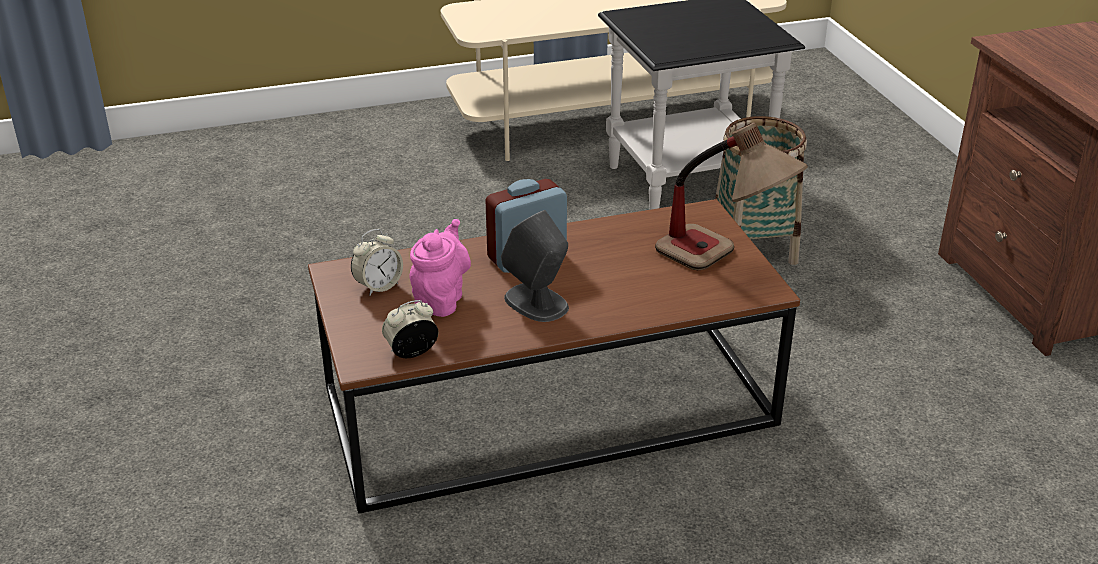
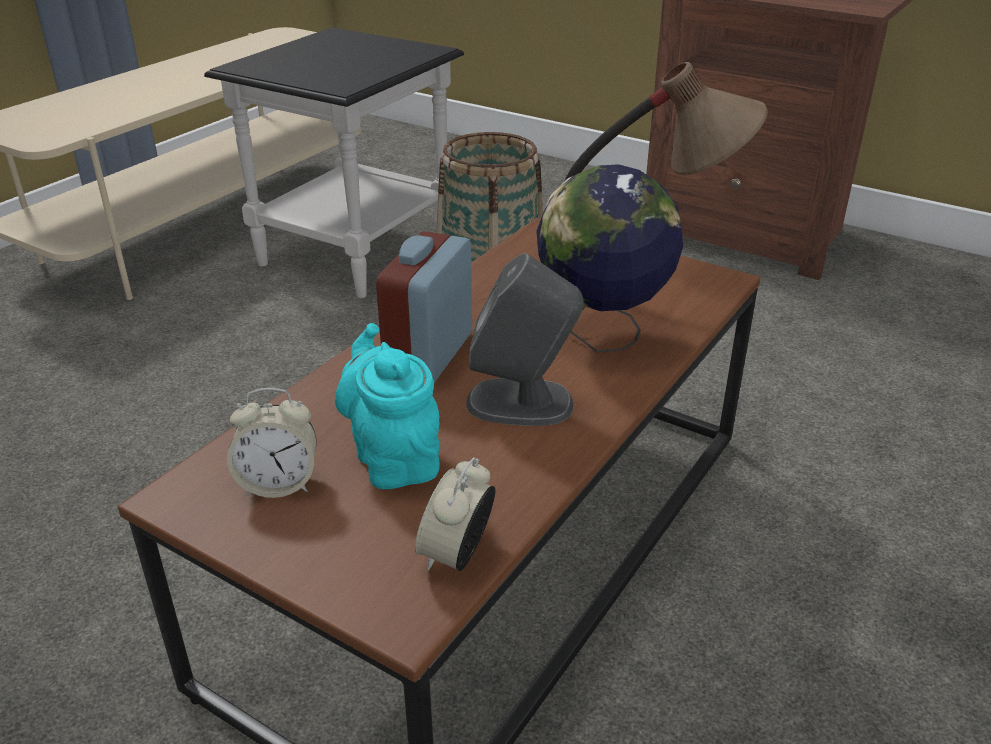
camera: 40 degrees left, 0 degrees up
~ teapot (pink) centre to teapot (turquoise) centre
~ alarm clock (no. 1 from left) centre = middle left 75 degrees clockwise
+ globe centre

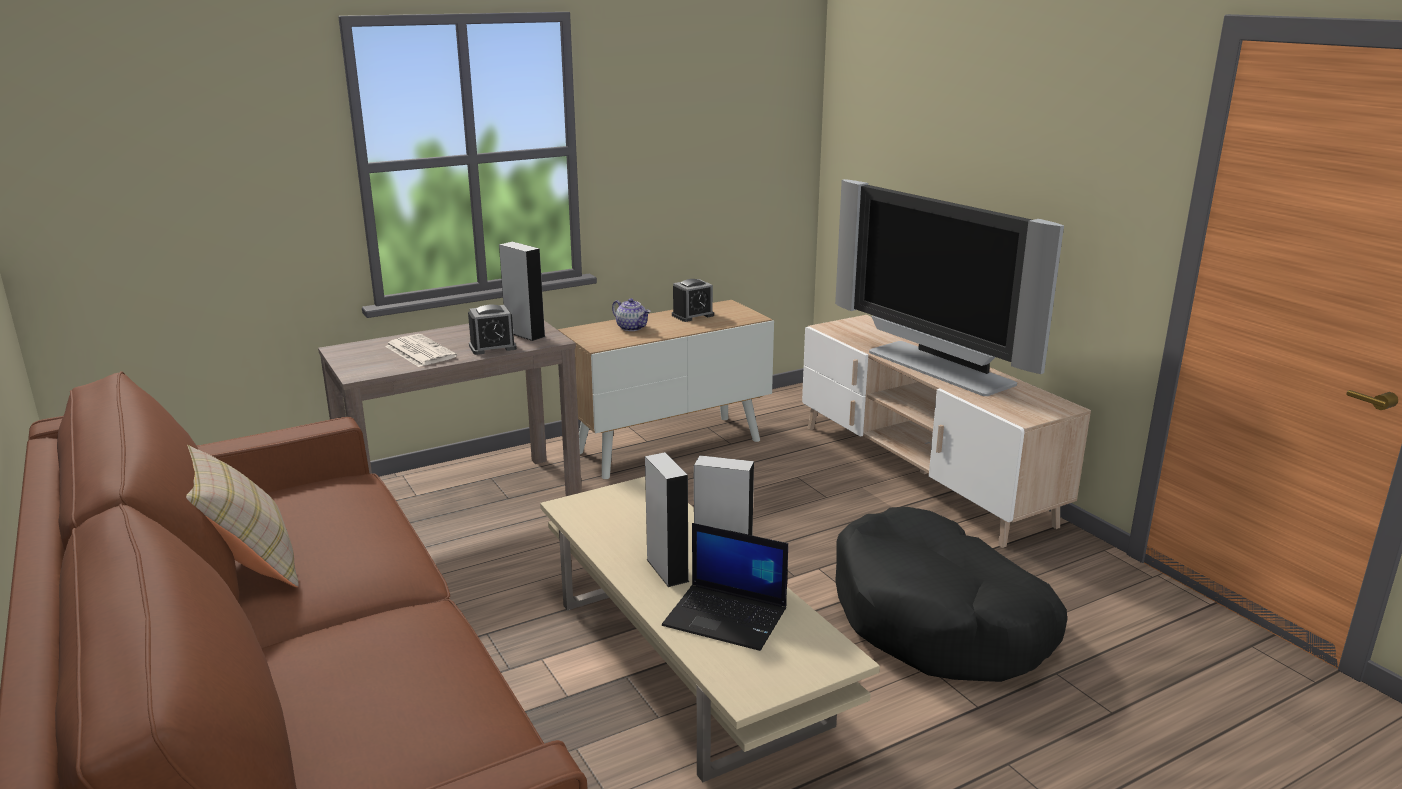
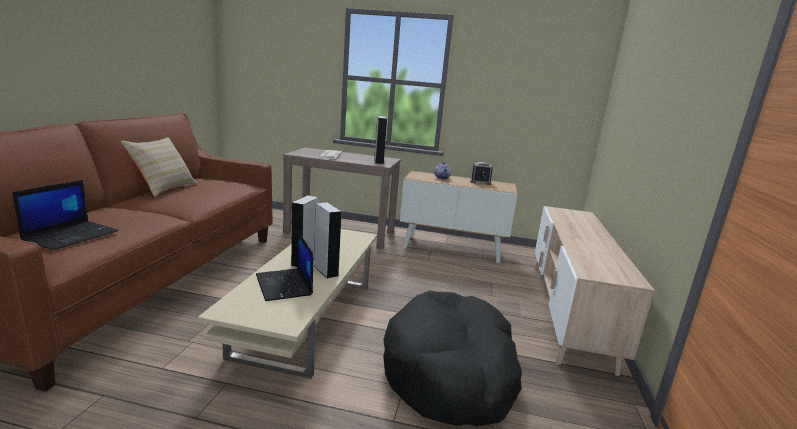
camera: 40 degrees right, 5 degrees down
- television middle right
- alarm clock (no. 1 from left) centre
+ laptop (no. 1 from left) middle left

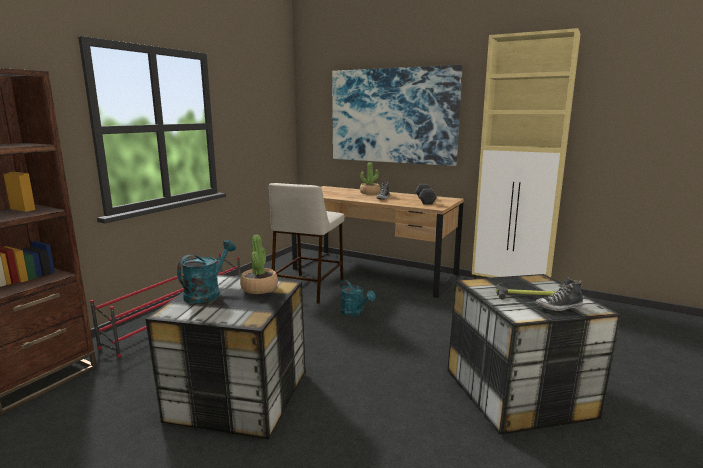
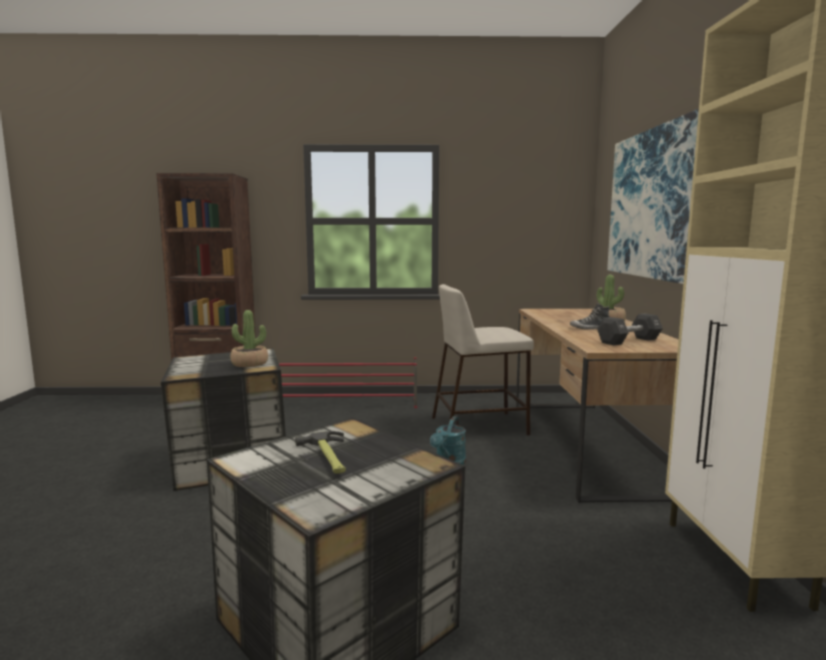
camera: 60 degrees right, 5 degrees down
- watering can (turquoise) (no. 1 from left) middle left
- shoe (no. 2 from left) middle right

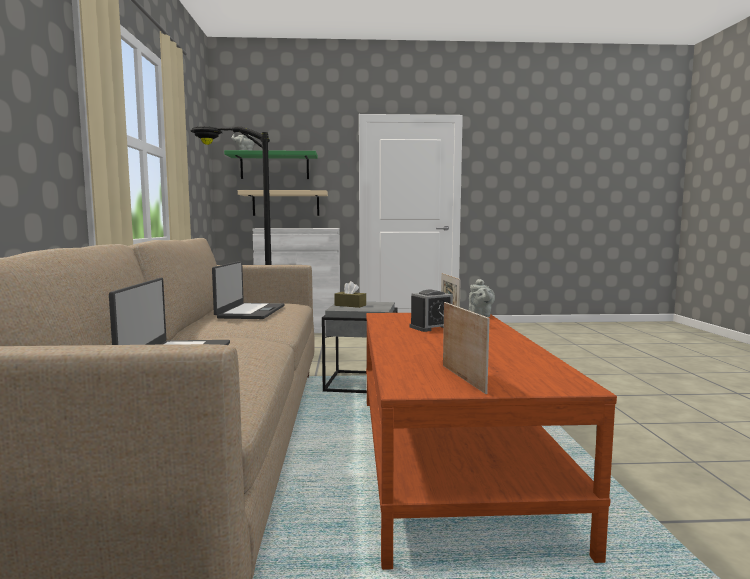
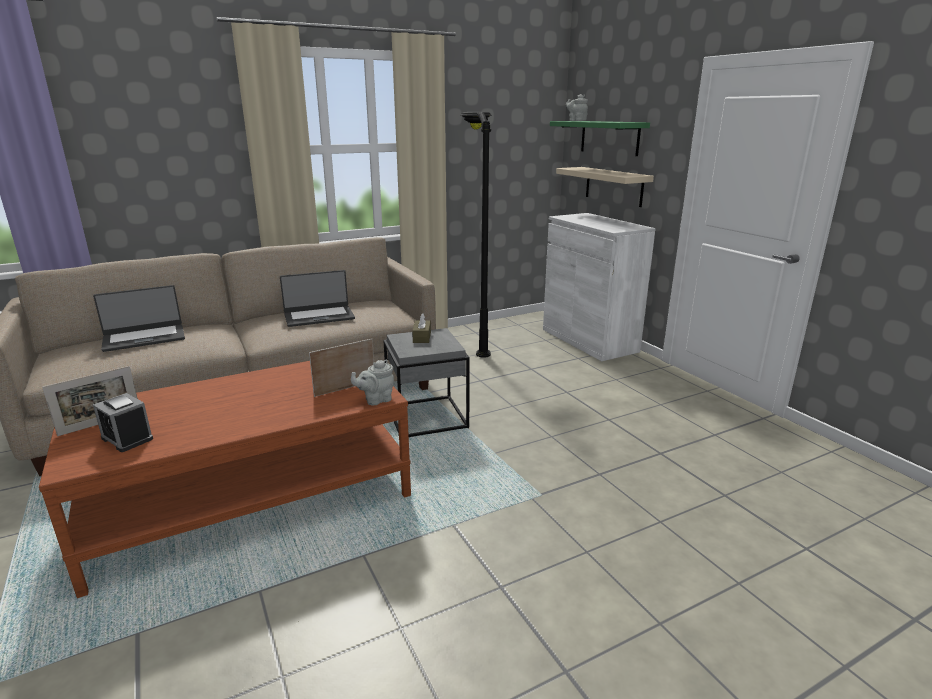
camera: 65 degrees right, 15 degrees up
~ alarm clock centre to middle left

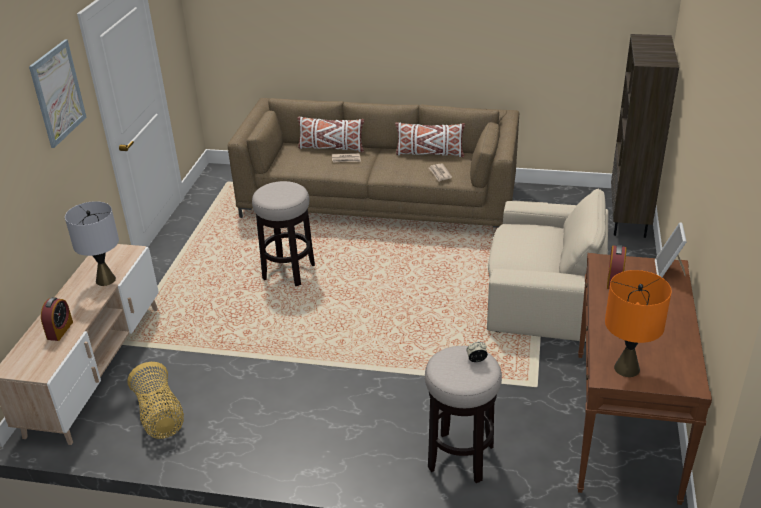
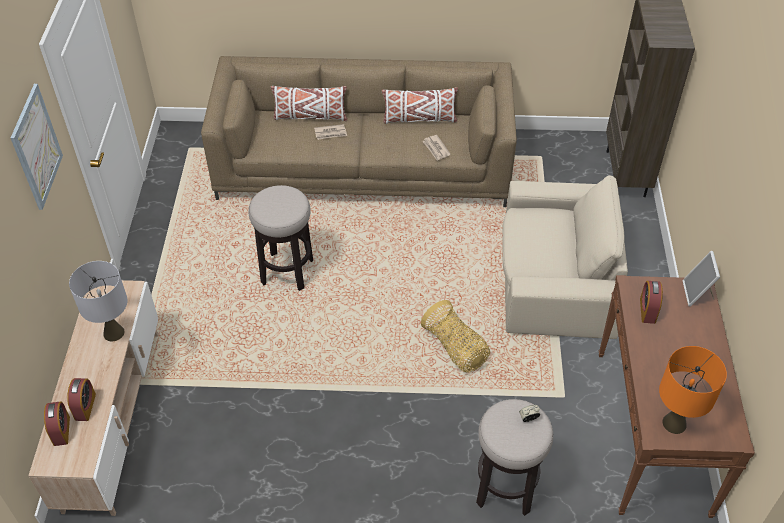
camera: 10 degrees left, 15 degrees up
~ basket bottom left to centre
+ alarm clock (no. 1 from left) bottom left

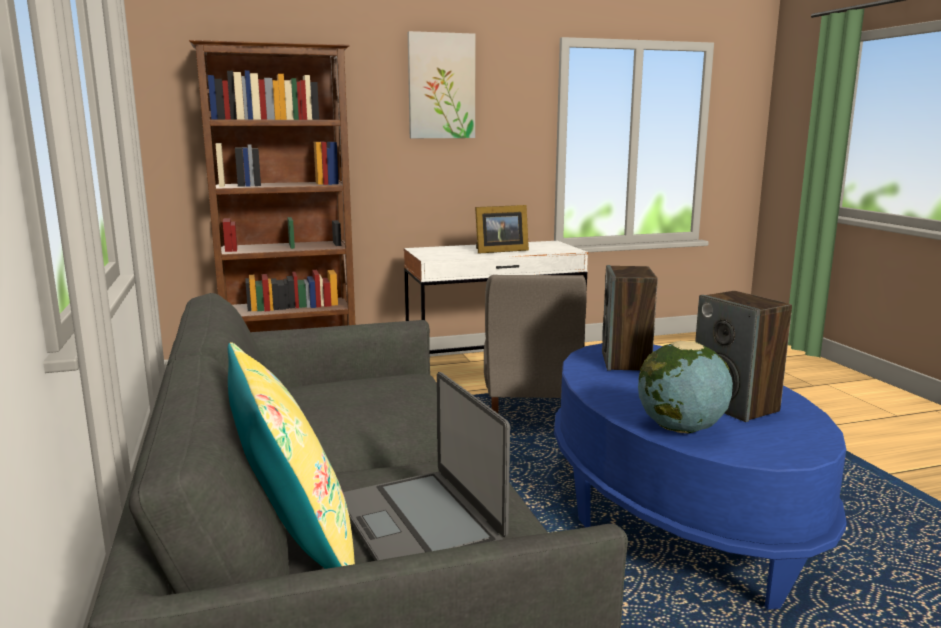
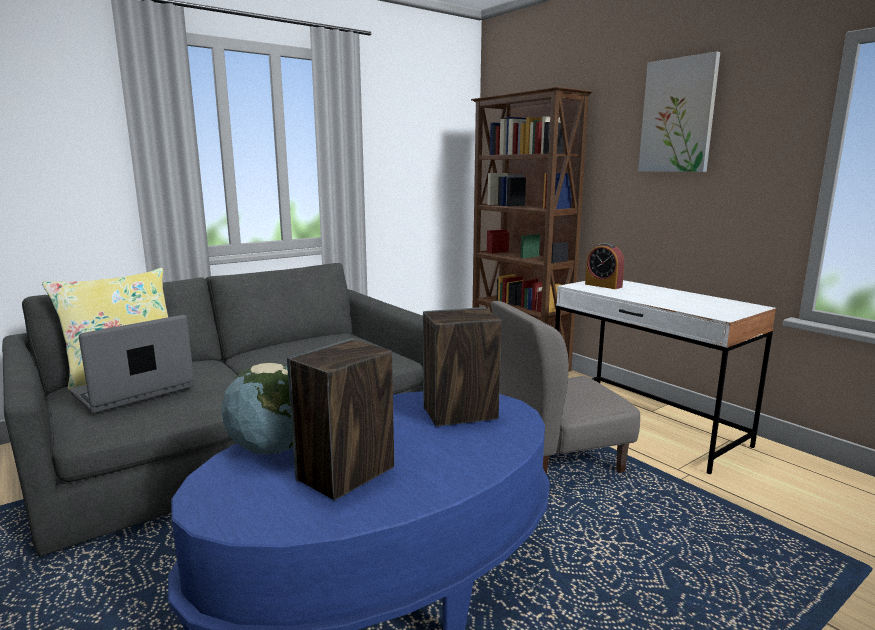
camera: 70 degrees right, 0 degrees up
- picture frame centre
+ alarm clock middle right

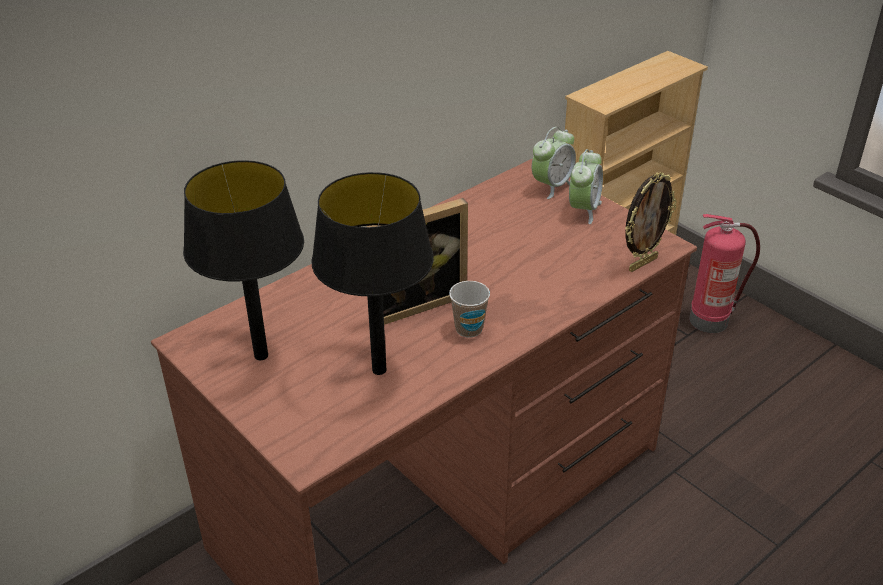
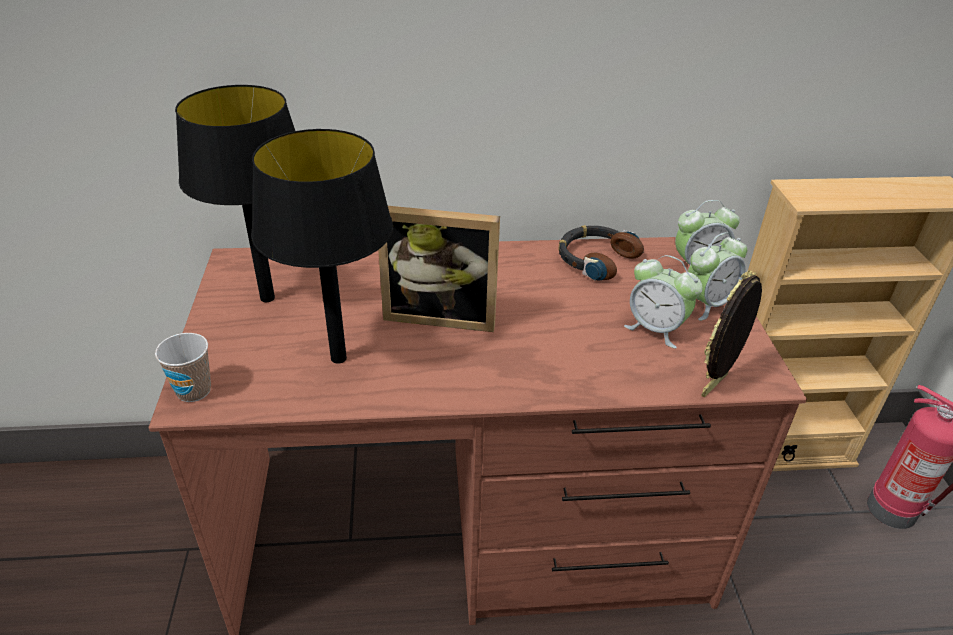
camera: 35 degrees right, 0 degrees up
~ picture frame (no. 2 from left) middle right = middle right 135 degrees clockwise
~ cup centre to middle left
+ headphones centre
+ alarm clock (no. 1 from left) middle right

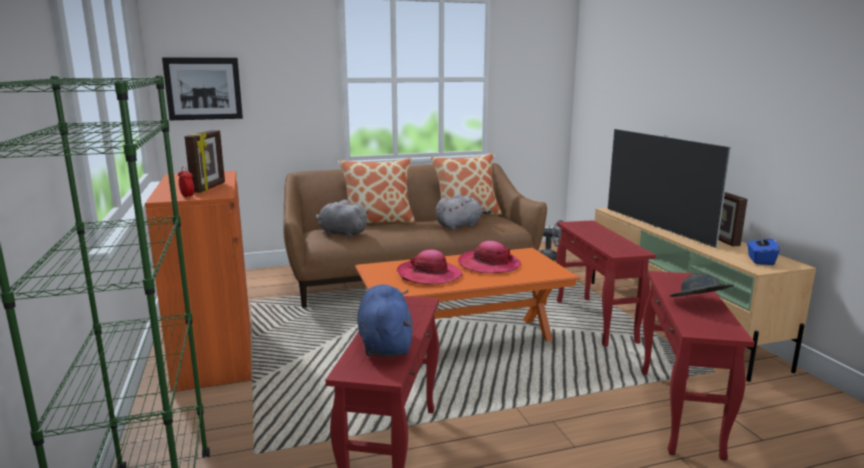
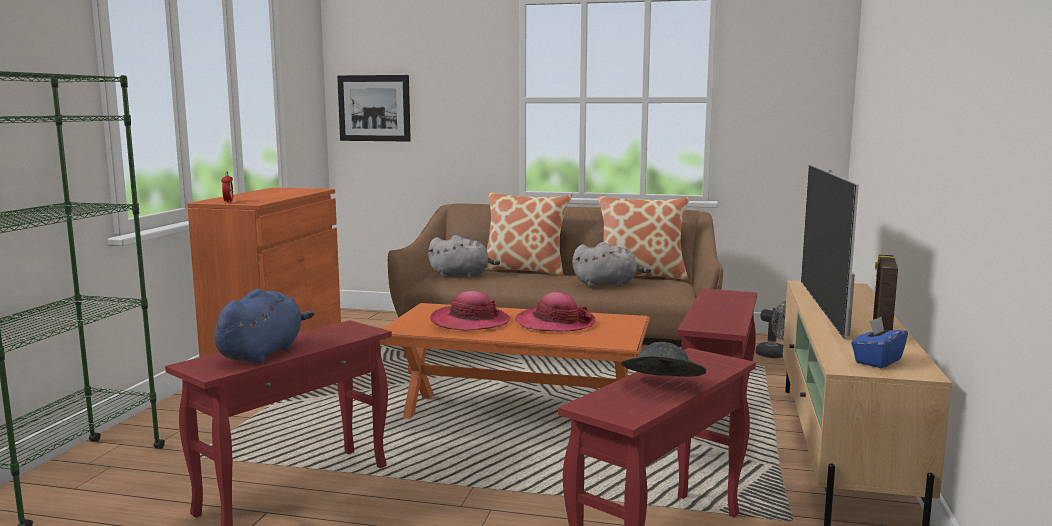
camera: 30 degrees right, 5 degrees down
- picture frame (no. 1 from left) middle left
~ plush toy (grey) (no. 1 from left) centre = centre 135 degrees clockwise

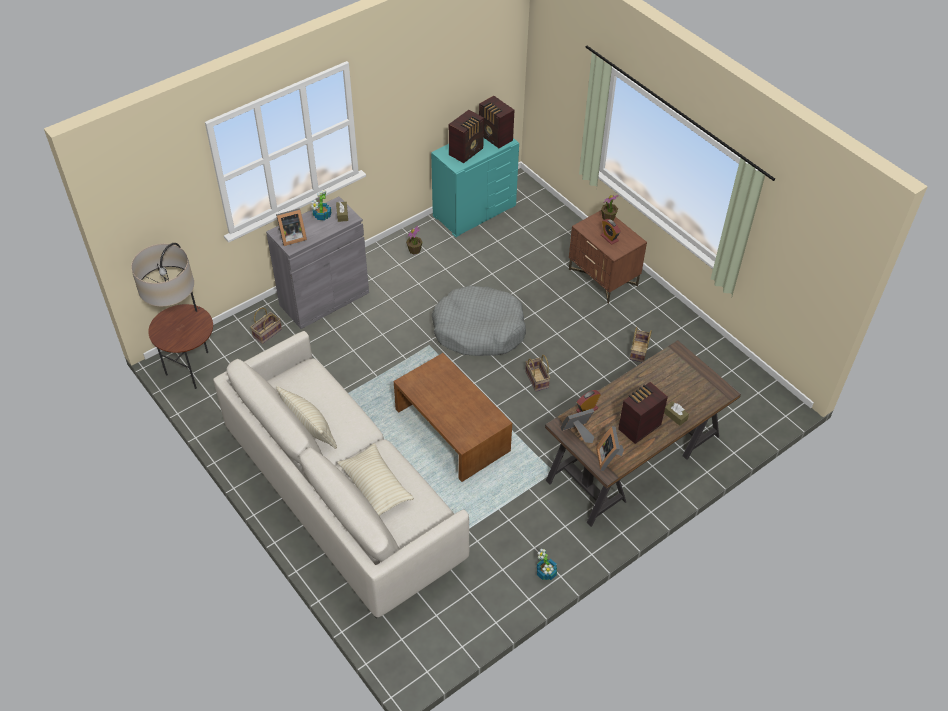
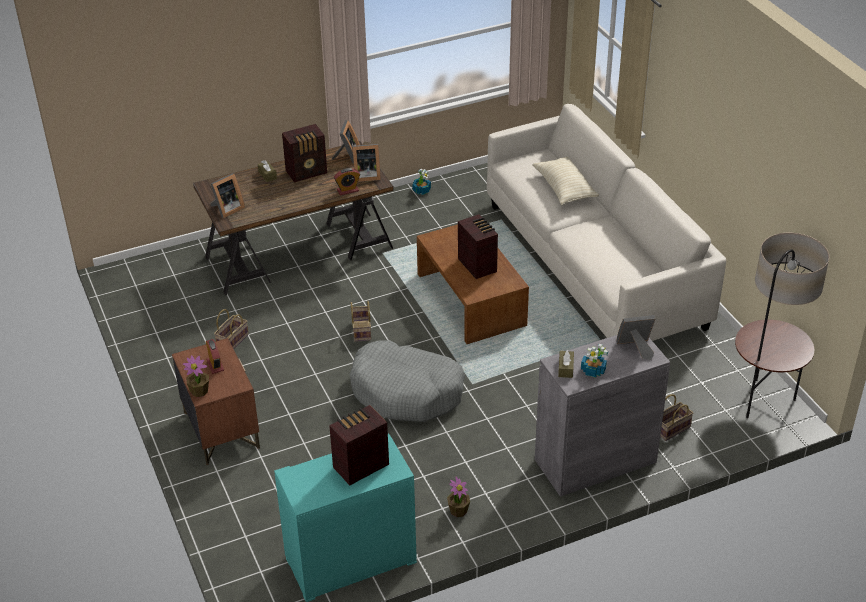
camera: 165 degrees left, 10 degrees down
~ radio (no. 2 from left in the first image) top centre to radio (no. 3 from left) centre
- pillow (beige) (no. 1 from left) middle left
+ picture frame (no. 1 from left) top left

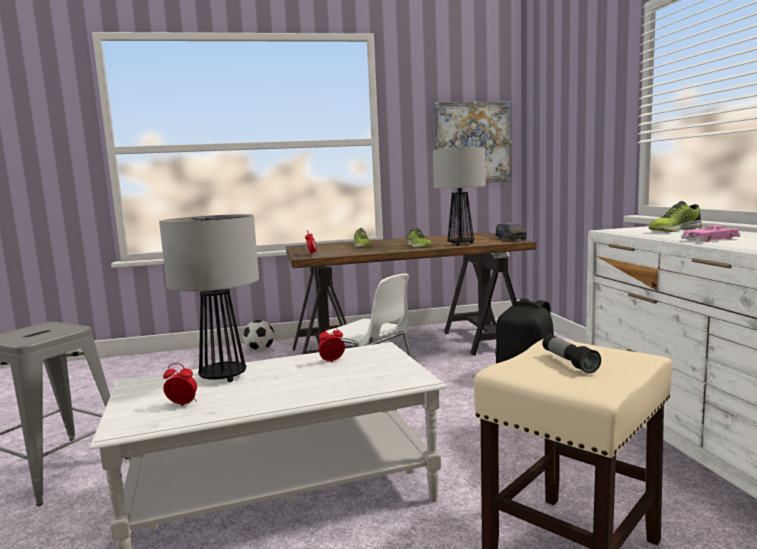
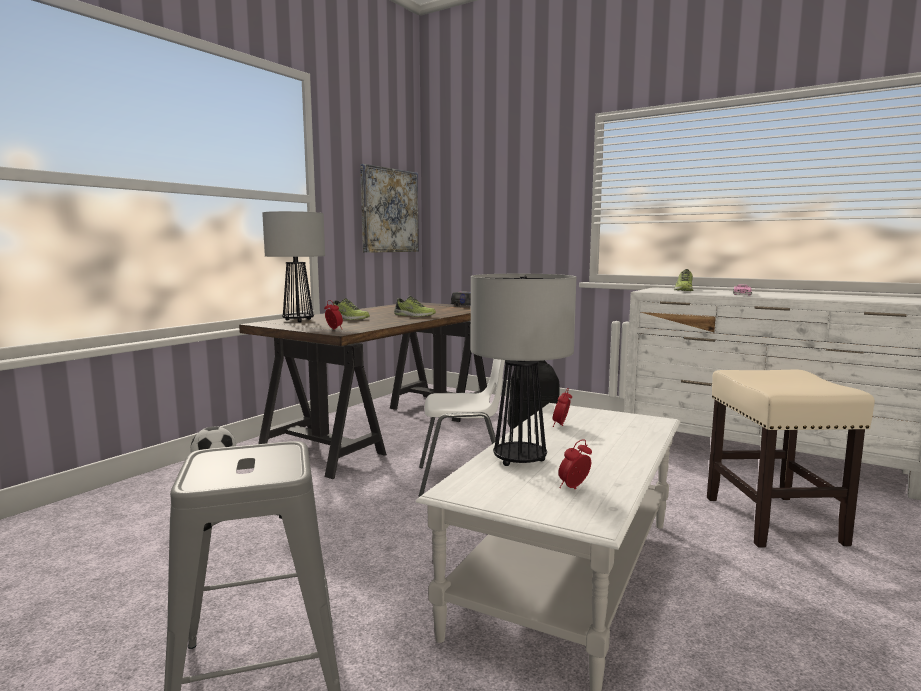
camera: 45 degrees left, 0 degrees up
~ table lamp (no. 2 from left in the first image) centre to table lamp (no. 1 from left) middle left
- flashlight middle right

